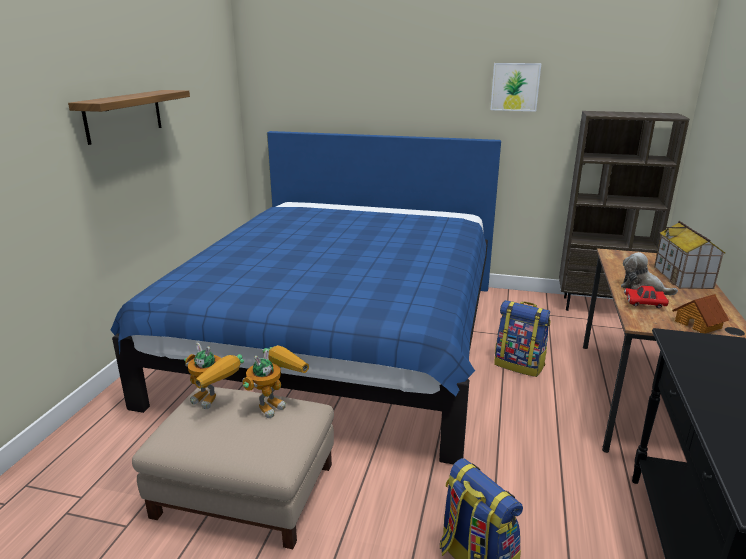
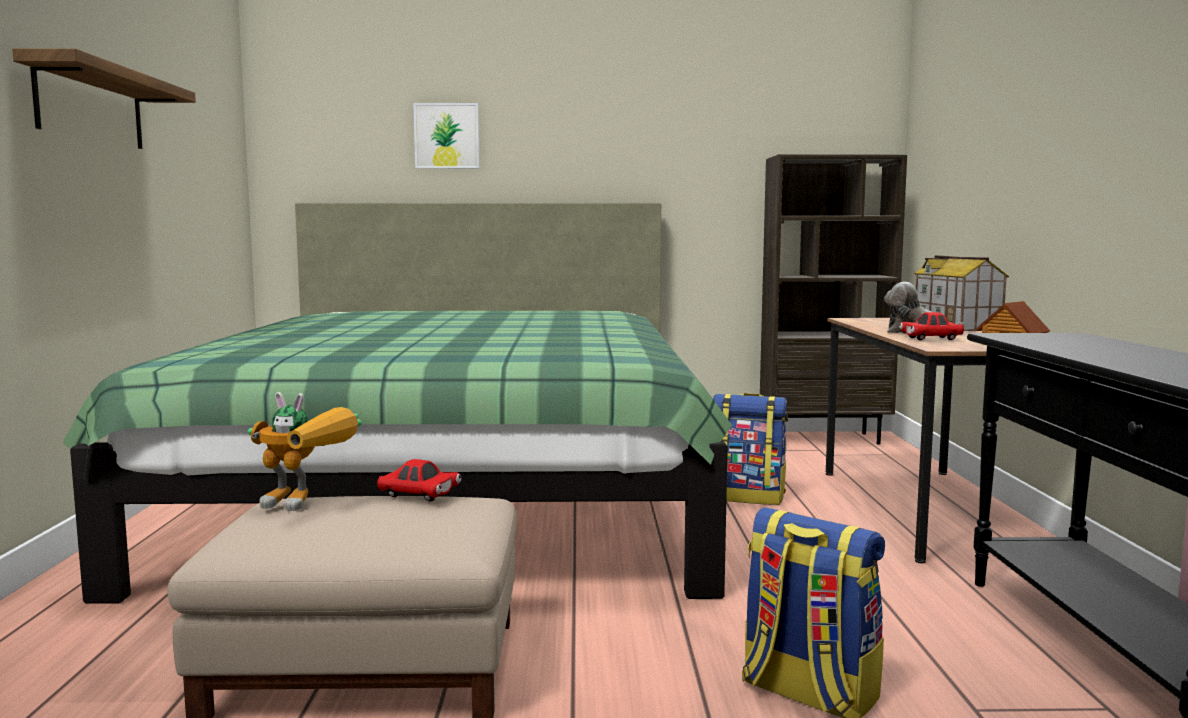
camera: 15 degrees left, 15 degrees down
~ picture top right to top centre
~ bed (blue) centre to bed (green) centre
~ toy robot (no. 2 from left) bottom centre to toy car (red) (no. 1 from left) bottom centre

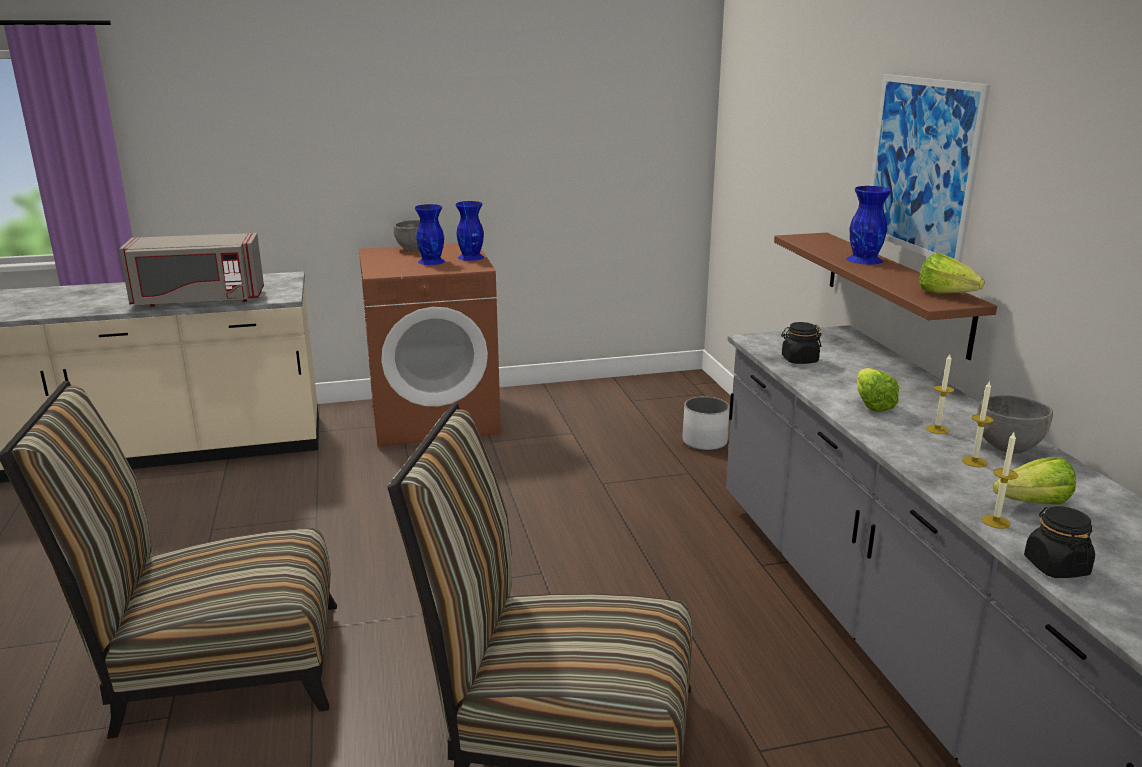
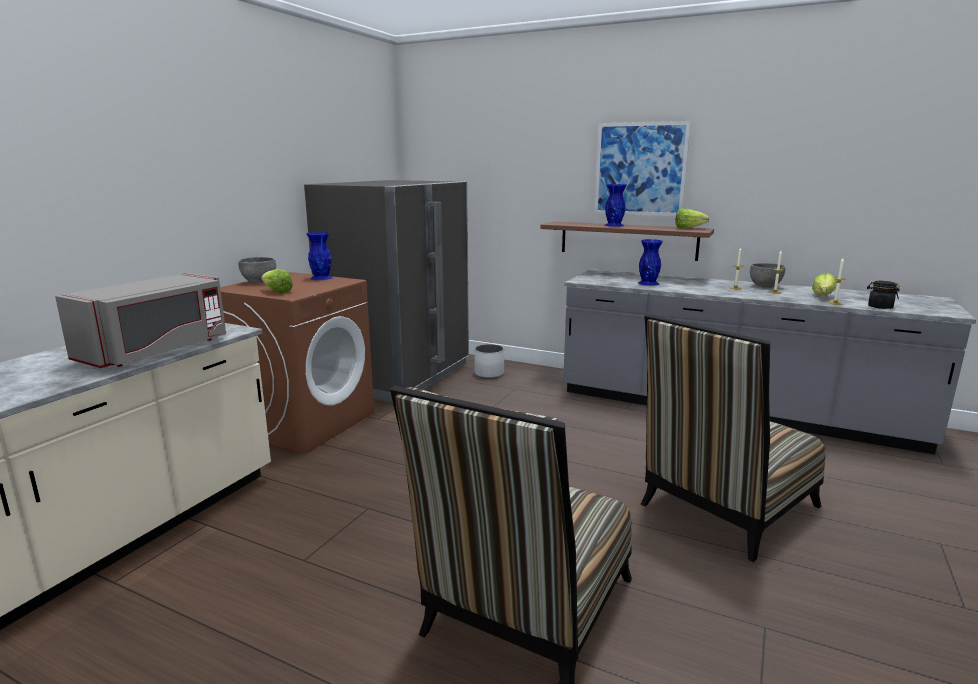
camera: 50 degrees left, 5 degrees down
~ vase (blue) (no. 1 from left in the first image) top centre to vase (blue) (no. 3 from left) centre
- jar (black) (no. 1 from left) middle right
~ lettuce (no. 1 from left) middle right to middle left
+ fridge (grey) centre

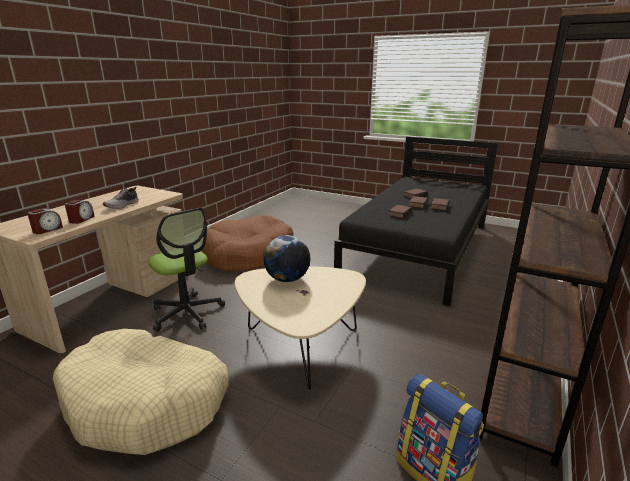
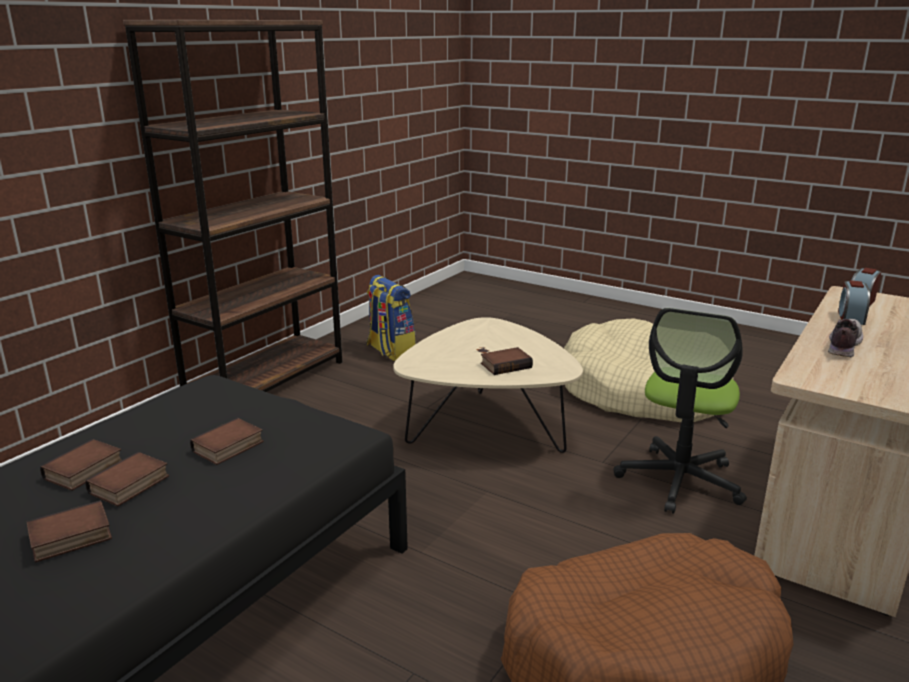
camera: 175 degrees left, 0 degrees up
~ office chair middle left = middle right 120 degrees counterclockwise
~ globe centre to book (no. 5 from left) centre

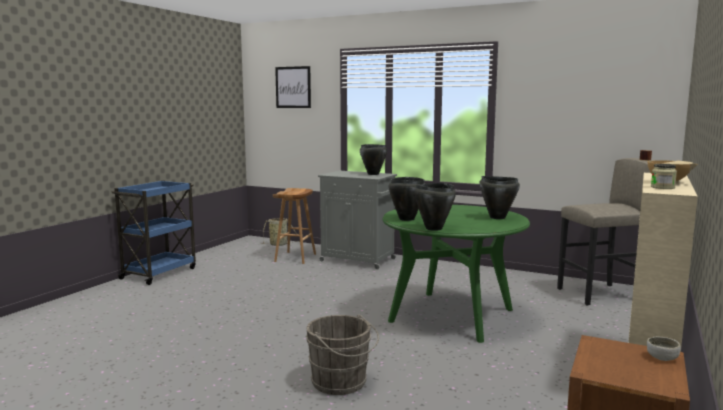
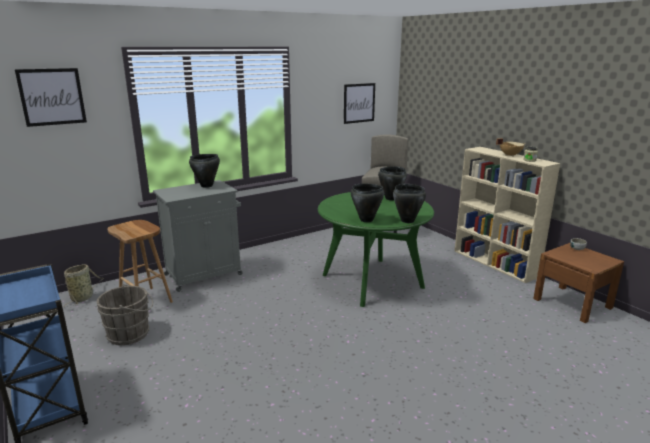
camera: 60 degrees left, 10 degrees up
~ bucket (grey) bottom centre to bottom left
+ picture (no. 2 from left) top centre

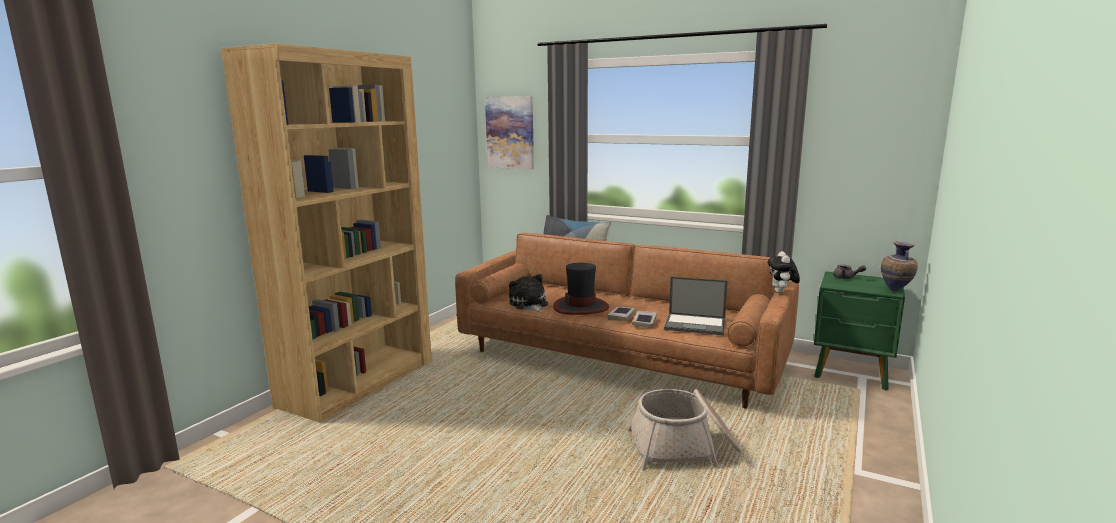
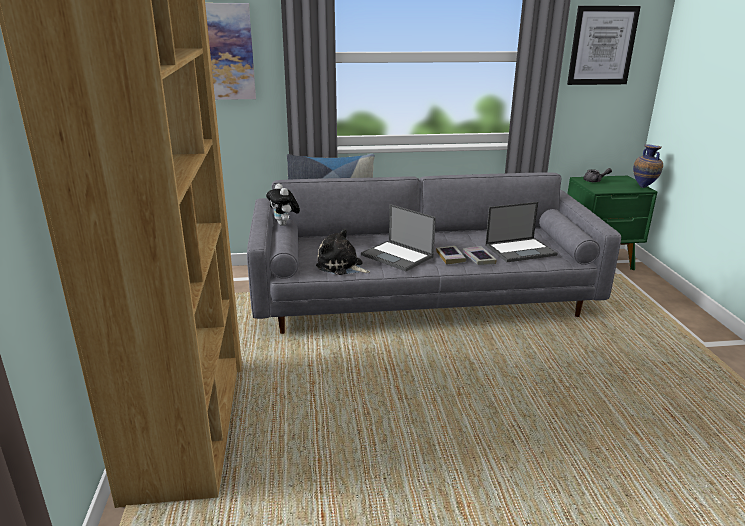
camera: 35 degrees left, 10 degrees up
~ sofa (brown) centre to sofa (grey) centre
~ plush toy (no. 2 from left in the first image) middle right to plush toy (no. 1 from left) centre
~ hat centre to laptop (no. 1 from left) centre
- basket bottom centre
+ picture (no. 2 from left) top right

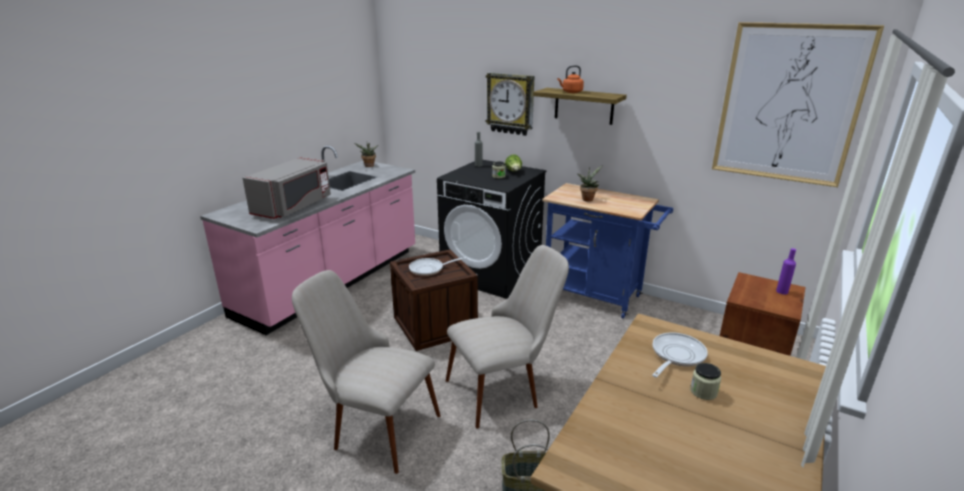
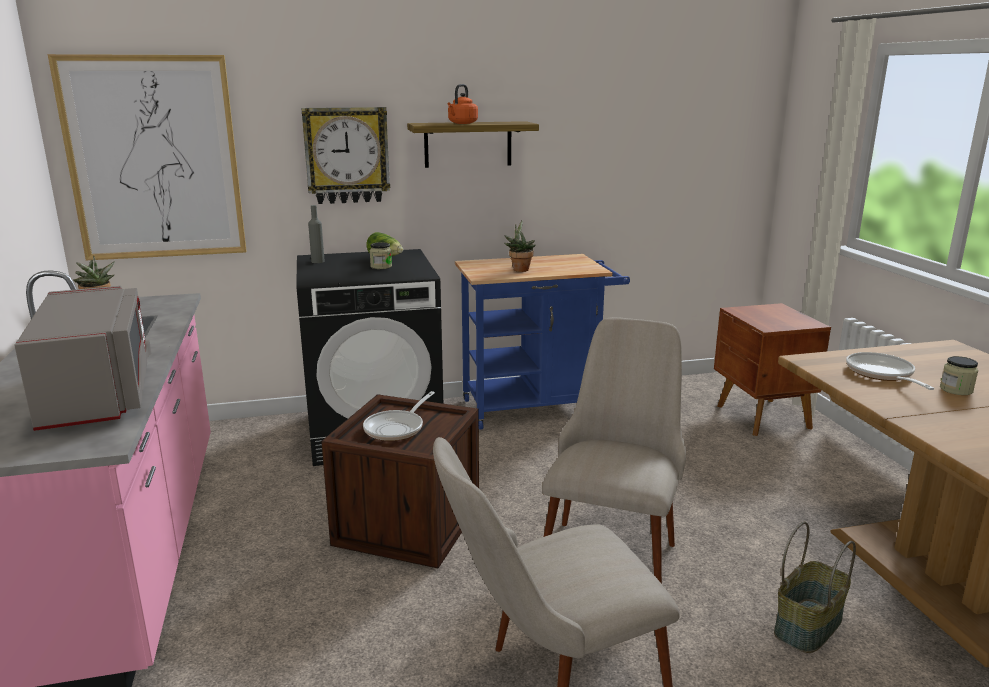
camera: 45 degrees left, 5 degrees down
~ picture top right to top left
- bottle (purple) middle right

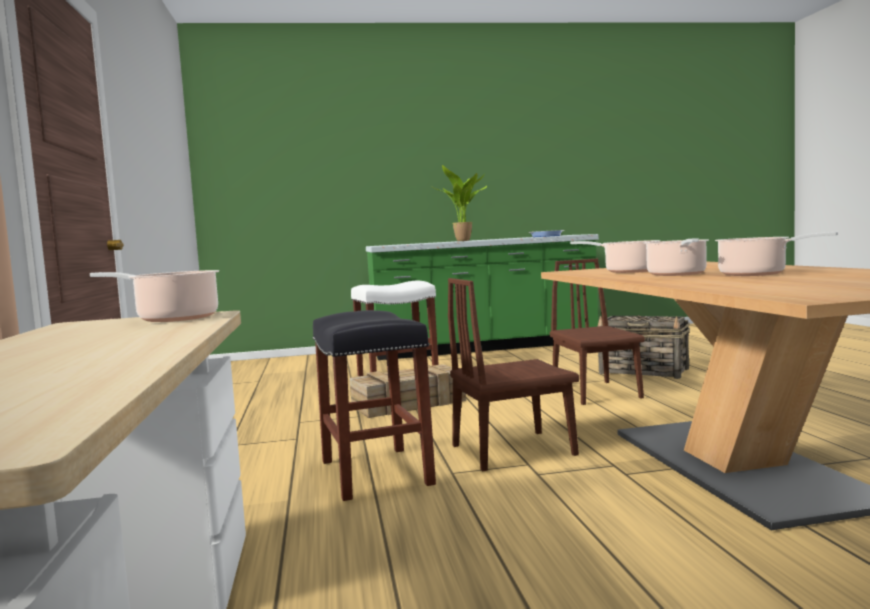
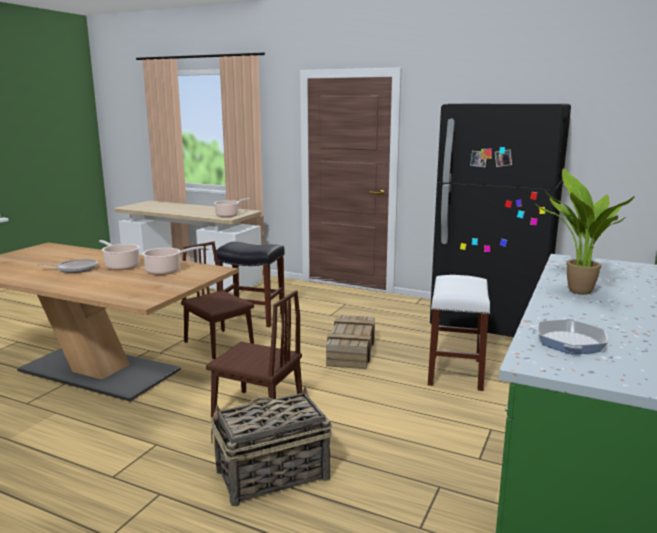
camera: 125 degrees right, 10 degrees up
~ cooking pot (no. 4 from left) middle right to frying pan (no. 1 from left) middle left
~ chair (brown) (no. 1 from left) centre = middle left 60 degrees counterclockwise
+ fridge (black) middle right

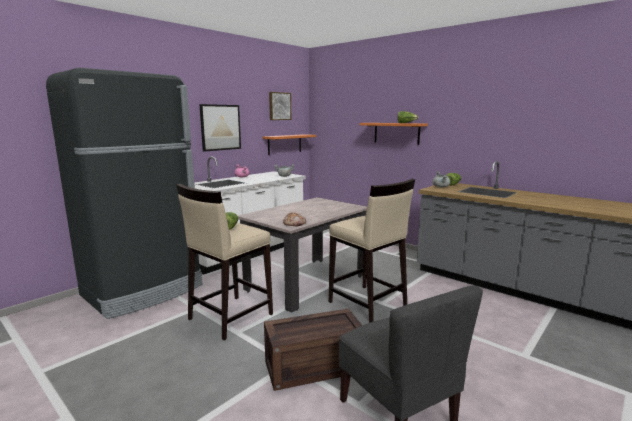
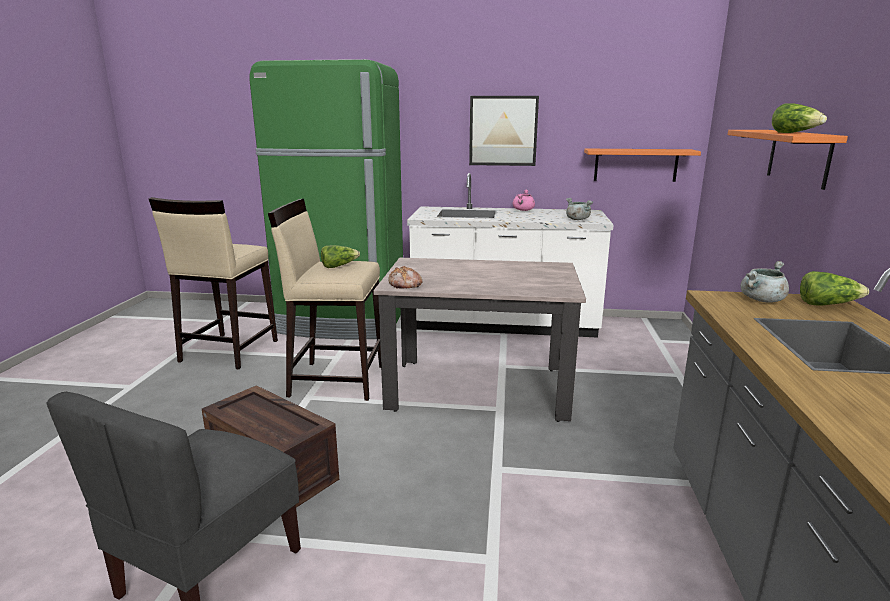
camera: 55 degrees right, 5 degrees up
~ fridge (black) middle left to fridge (green) top centre
- picture (no. 2 from left) top centre
~ stool (beige) (no. 2 from left in the first image) centre to stool (beige) (no. 1 from left) middle left

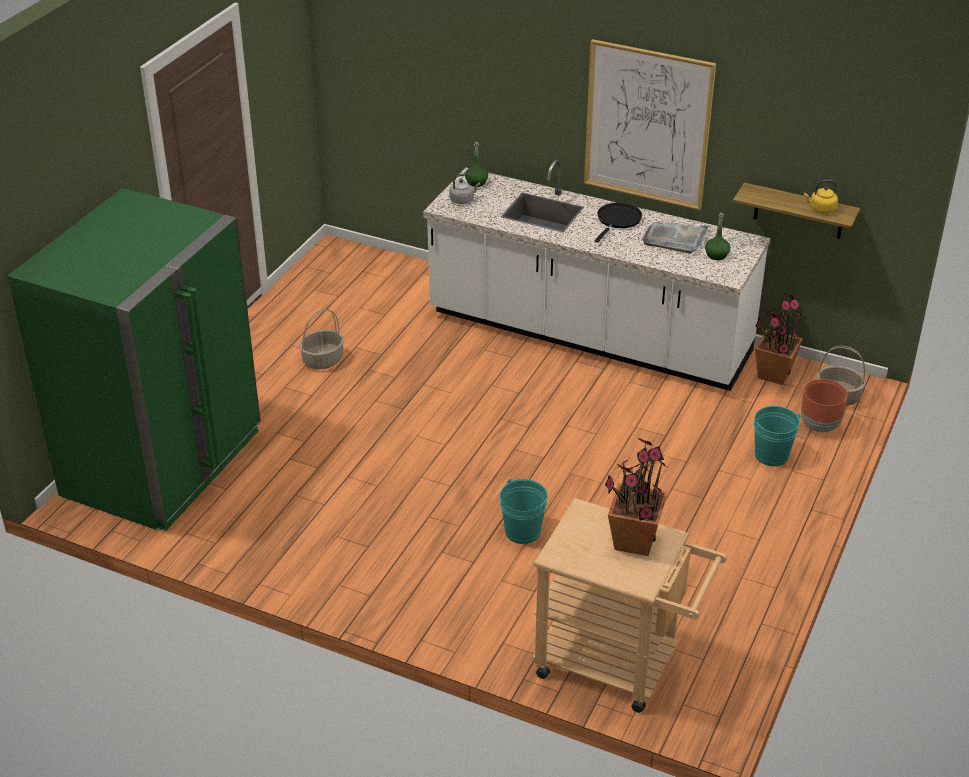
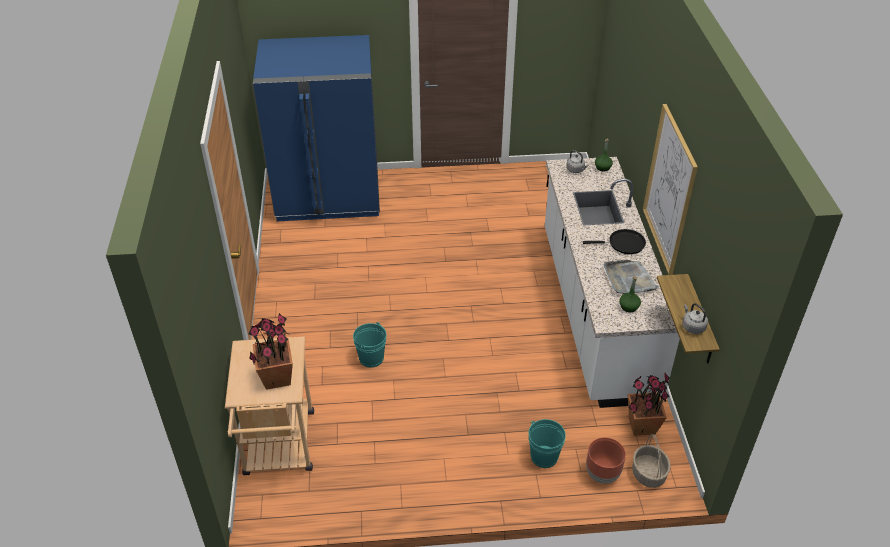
camera: 60 degrees right, 5 degrees up
~ kettle (yellow) top right to kettle (grey) (no. 2 from left) middle right
~ fridge (green) middle left to fridge (blue) top centre
- basket (no. 1 from left) middle left

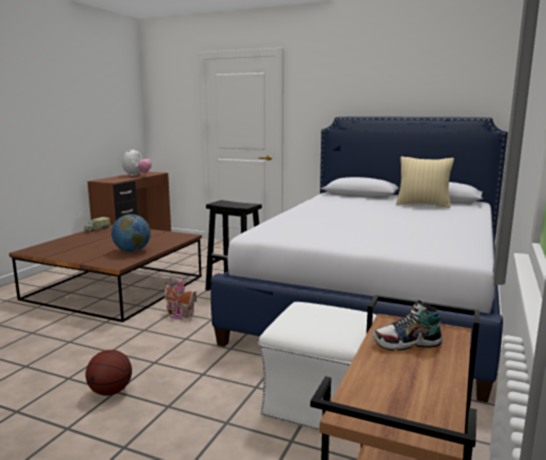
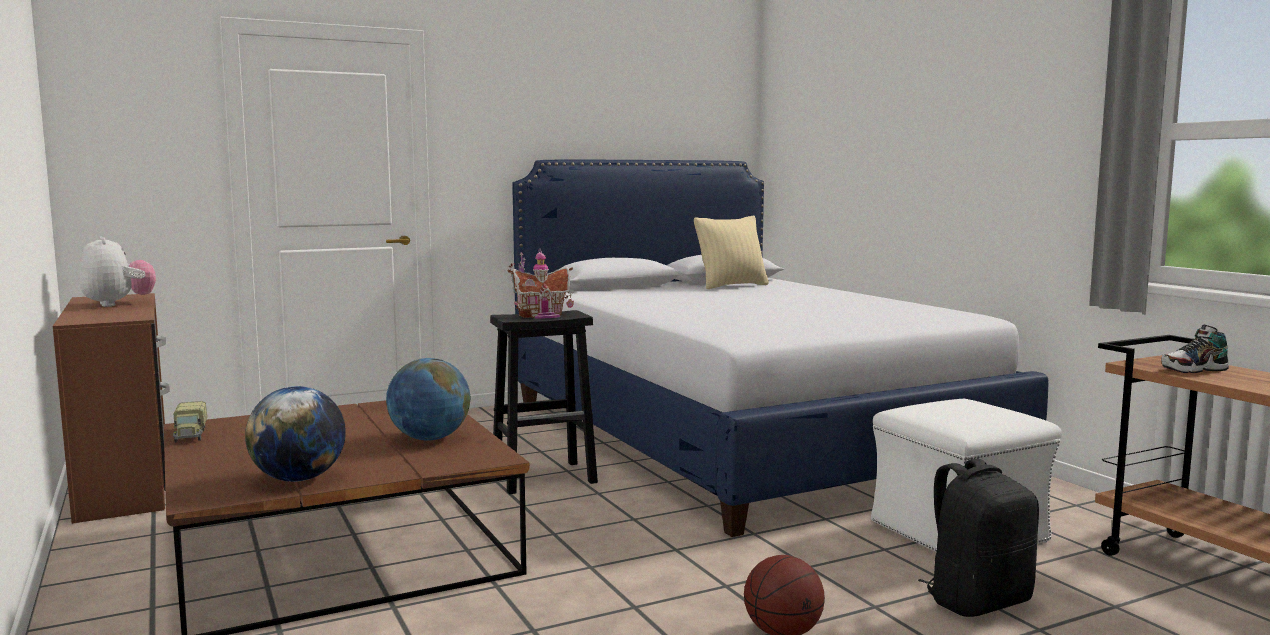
camera: 50 degrees left, 5 degrees down
~ toy house middle left to centre
~ shoe bottom right = middle right 45 degrees clockwise
+ globe (no. 1 from left) bottom left
+ backpack (black) bottom right

